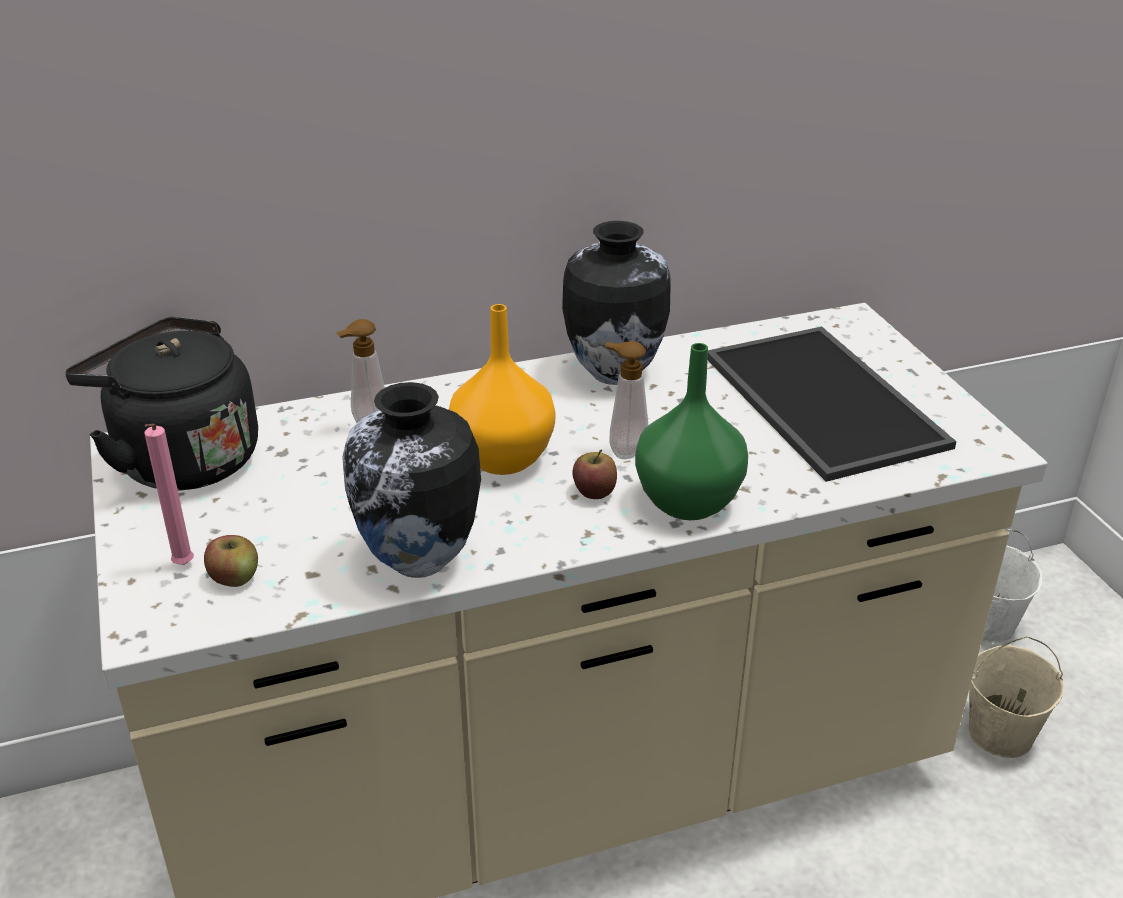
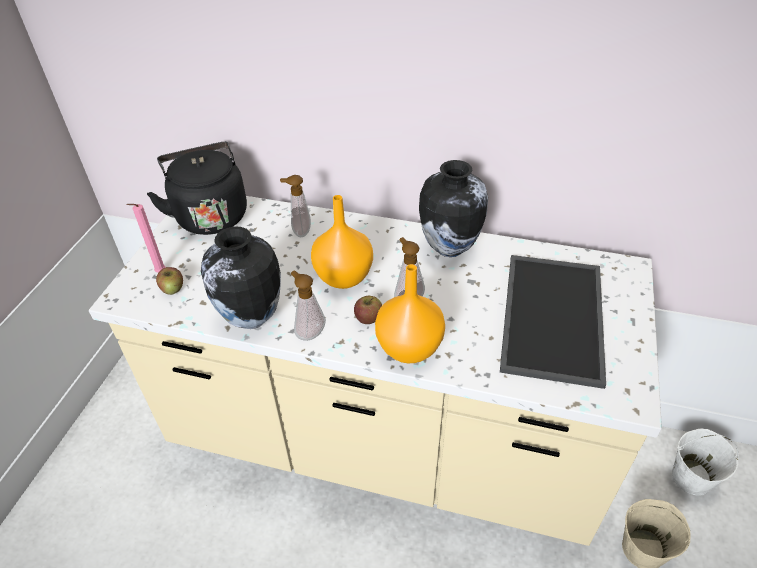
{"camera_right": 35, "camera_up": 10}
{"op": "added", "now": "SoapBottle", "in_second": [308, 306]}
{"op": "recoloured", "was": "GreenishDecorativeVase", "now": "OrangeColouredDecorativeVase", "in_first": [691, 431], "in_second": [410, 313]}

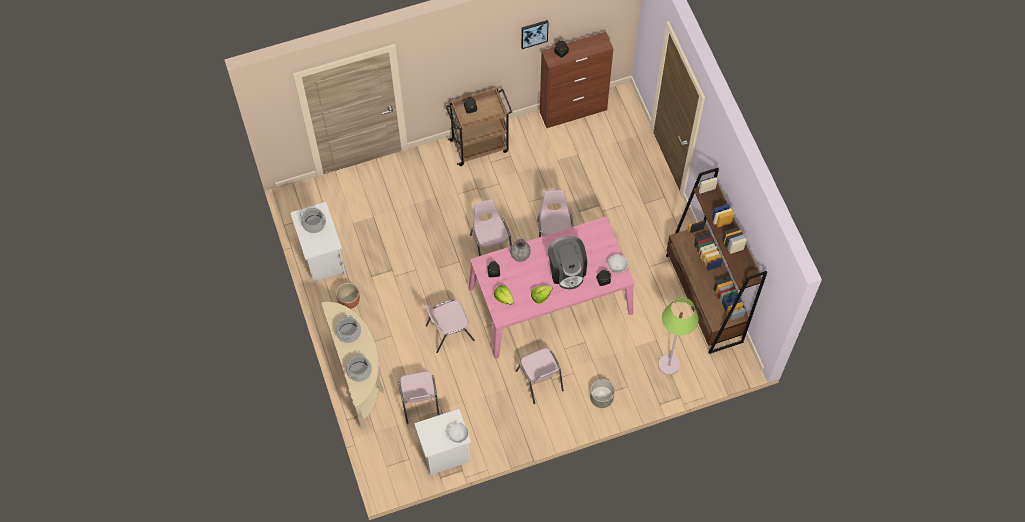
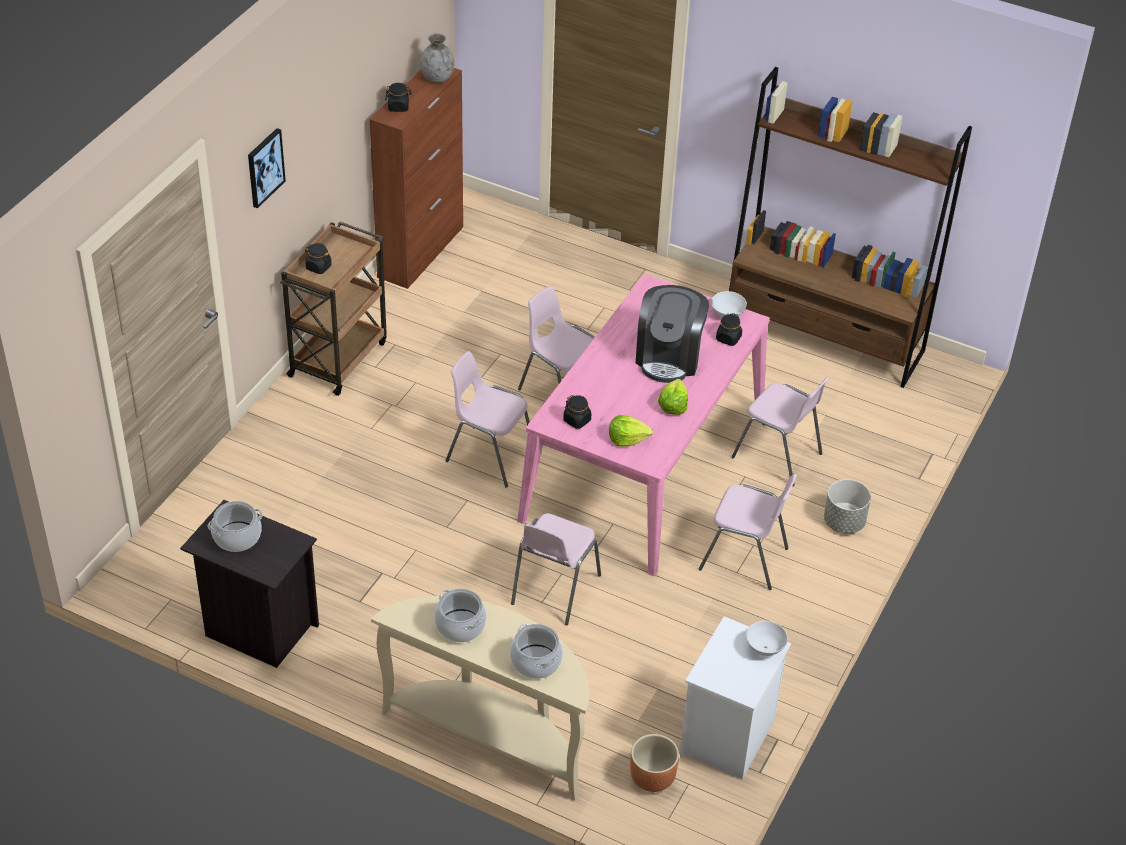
{"camera_right": -45, "camera_up": -20}
{"op": "removed", "was": "GreenishFloorLamp", "in_first": [678, 336]}
{"op": "moved", "was": "BrownFlowerPot", "in_first": [348, 296], "in_second": [654, 763]}
{"op": "moved", "was": "PinkishPlainChair", "in_first": [418, 397], "in_second": [780, 432]}
{"op": "moved", "was": "GreyDecorativeVase", "in_first": [520, 250], "in_second": [437, 58]}
{"op": "moved", "was": "WallPicture", "in_first": [535, 34], "in_second": [267, 168]}
{"op": "recoloured", "was": "WhiteNightstand", "now": "BlackNightstand", "in_first": [318, 242], "in_second": [249, 584]}
{"op": "turned", "was": "CoffeeMachine", "in_first": [567, 262], "in_second": [672, 334], "clockwise": 75}

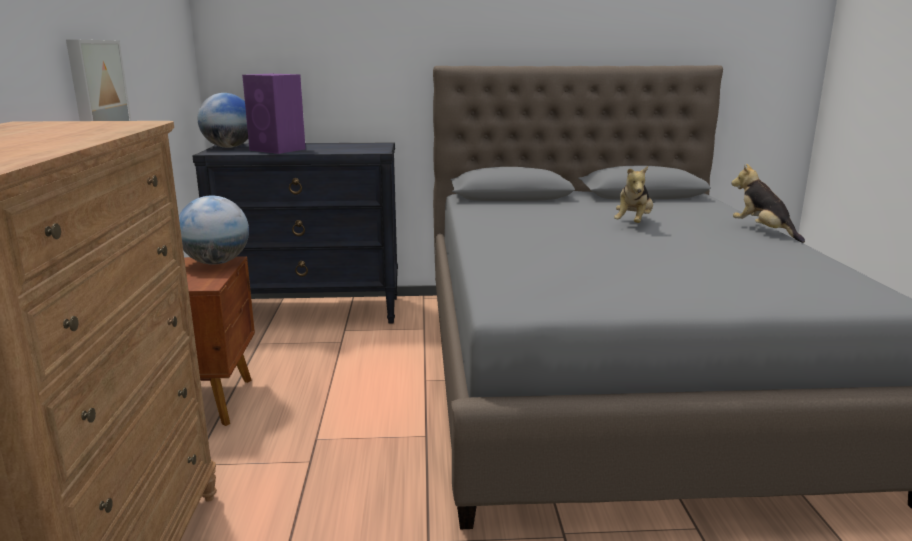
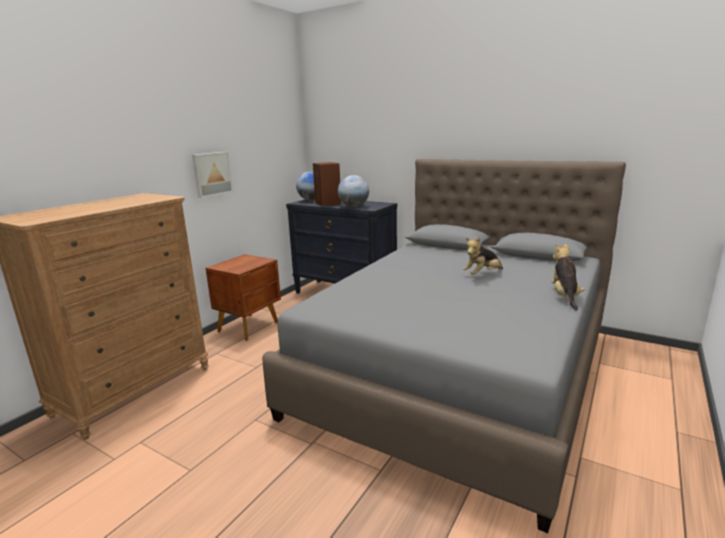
{"camera_right": 35, "camera_up": 0}
{"op": "moved", "was": "Globe", "in_first": [214, 230], "in_second": [353, 191]}
{"op": "recoloured", "was": "PurpleColouredSpeaker", "now": "BrownSpeaker", "in_first": [274, 114], "in_second": [327, 184]}

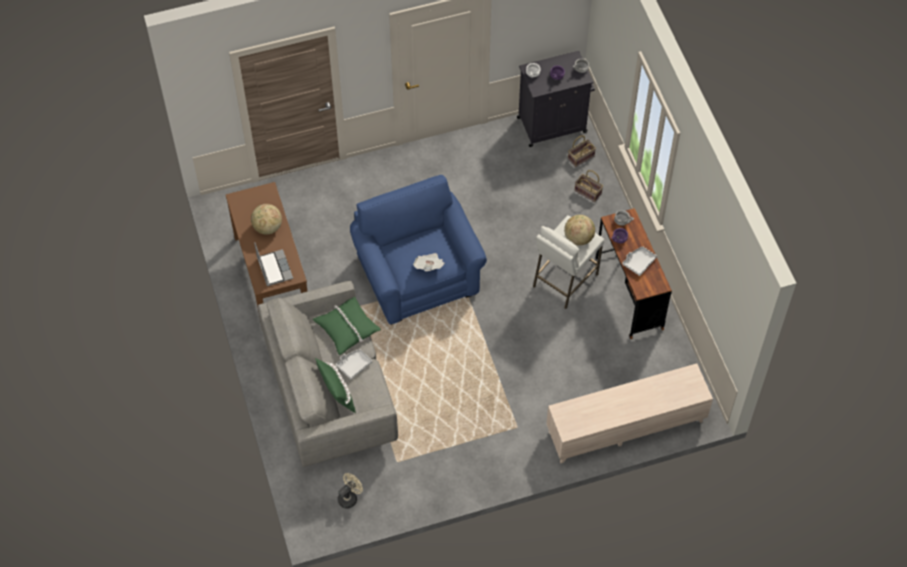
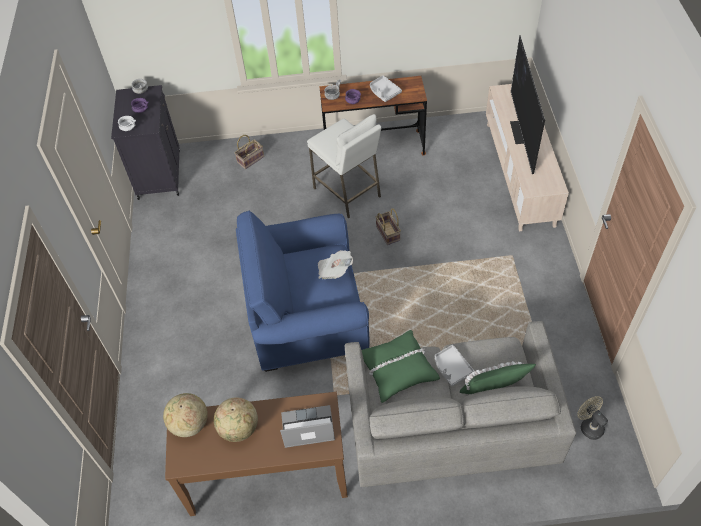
{"camera_right": -75, "camera_up": -5}
{"op": "added", "now": "Television", "in_second": [527, 104]}
{"op": "moved", "was": "Globe", "in_first": [579, 230], "in_second": [185, 415]}
{"op": "moved", "was": "HouseholdBasket", "in_first": [582, 151], "in_second": [388, 226]}

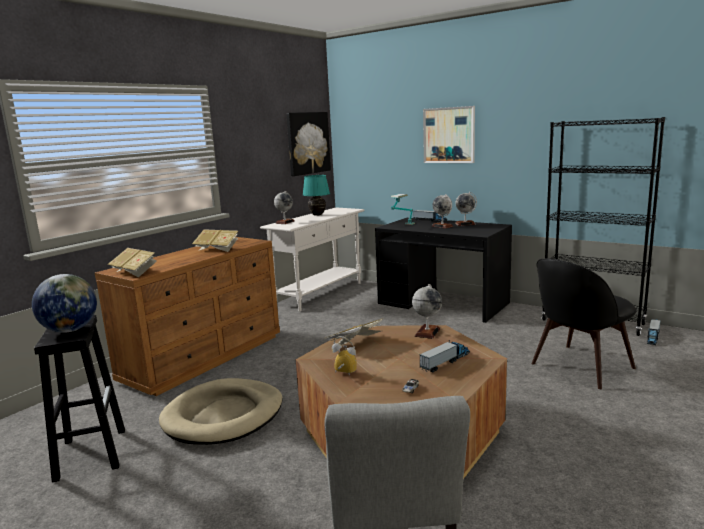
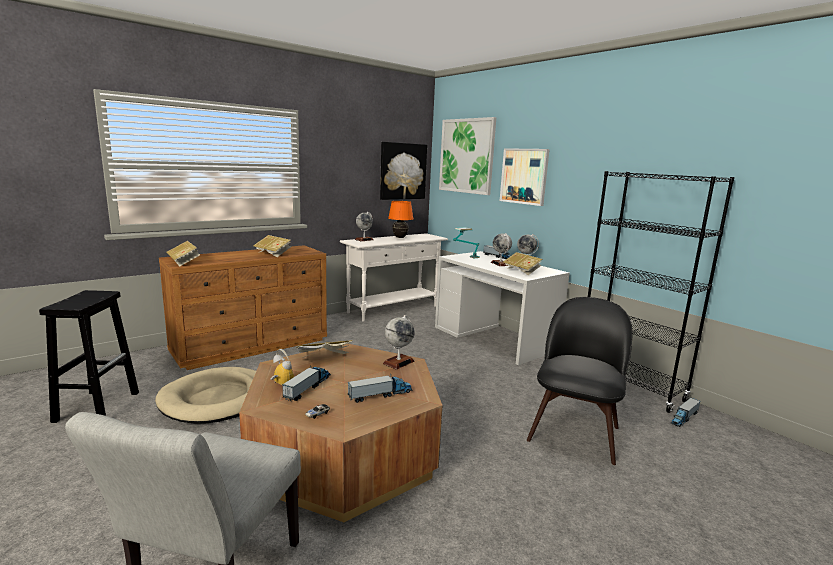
{"camera_right": 15, "camera_up": 0}
{"op": "removed", "was": "Globe", "in_first": [64, 303]}
{"op": "added", "now": "ModelTruck", "in_second": [306, 383]}
{"op": "added", "now": "WallPicture", "in_second": [467, 156]}
{"op": "added", "now": "Volume", "in_second": [522, 263]}
{"op": "recoloured", "was": "BlueGreenTabletopLamp", "now": "OrangeColouredTabletopLamp", "in_first": [316, 195], "in_second": [400, 219]}
{"op": "recoloured", "was": "BlackDeskTable", "now": "WhiteDeskTable", "in_first": [443, 270], "in_second": [502, 308]}
{"op": "turned", "was": "BlackPlainChair", "in_first": [584, 323], "in_second": [579, 381], "clockwise": 135}

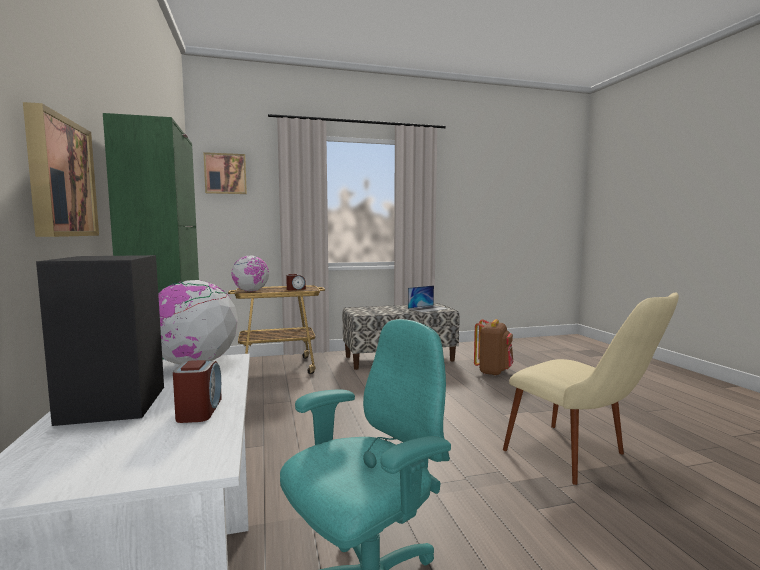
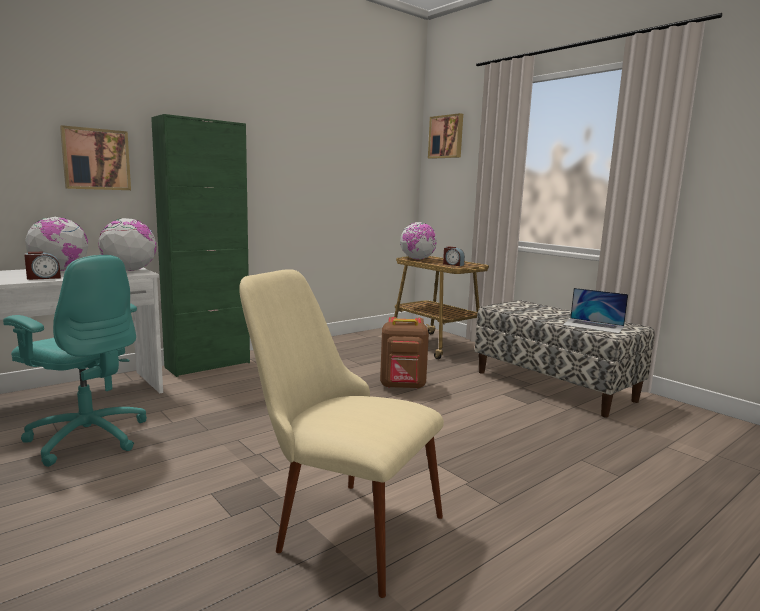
{"camera_right": 65, "camera_up": 5}
{"op": "moved", "was": "BrownBackpack", "in_first": [493, 347], "in_second": [404, 353]}
{"op": "replaced", "was": "BlackSpeaker", "now": "Globe", "in_first": [100, 340], "in_second": [56, 244]}
{"op": "turned", "was": "SandColouredPlainChair", "in_first": [591, 389], "in_second": [341, 433], "clockwise": 90}

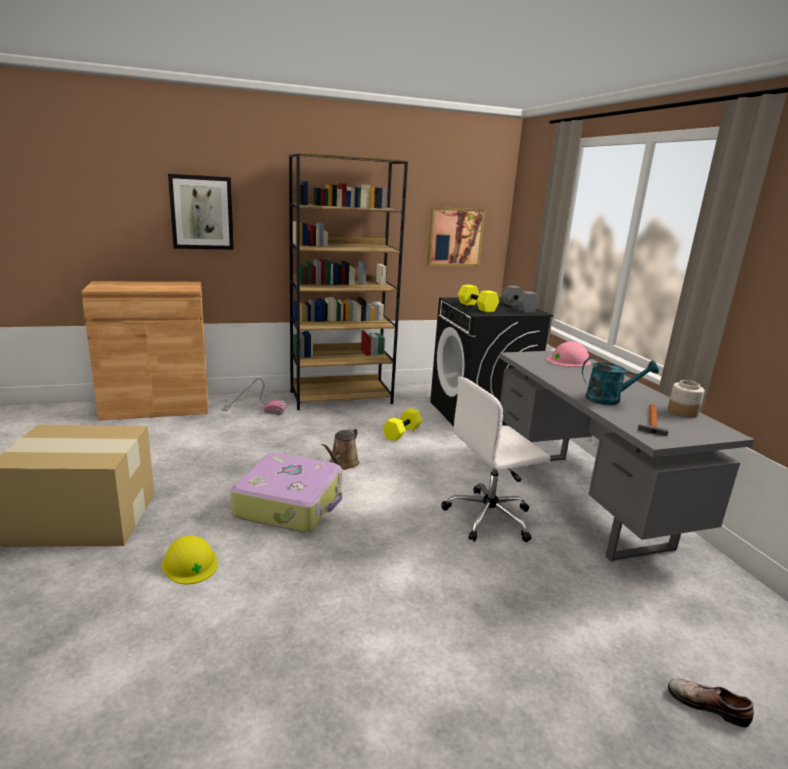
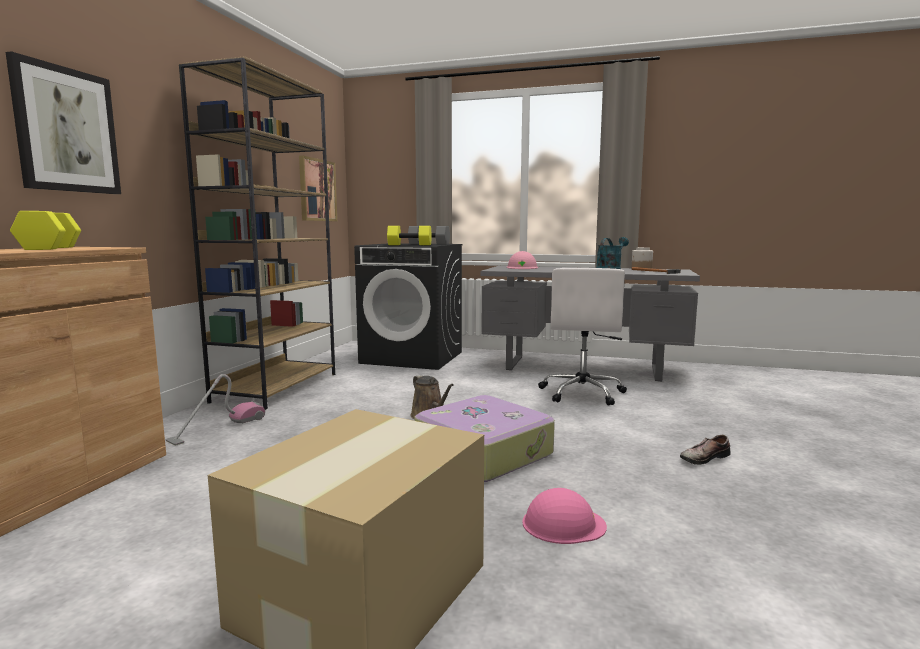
{"camera_right": -55, "camera_up": -10}
{"op": "moved", "was": "YellowFreeWeight", "in_first": [402, 424], "in_second": [45, 230]}
{"op": "moved", "was": "Shoe", "in_first": [711, 703], "in_second": [705, 450]}
{"op": "recoloured", "was": "YellowSafetyHelmet", "now": "PinkishSafetyHelmet", "in_first": [190, 559], "in_second": [564, 516]}

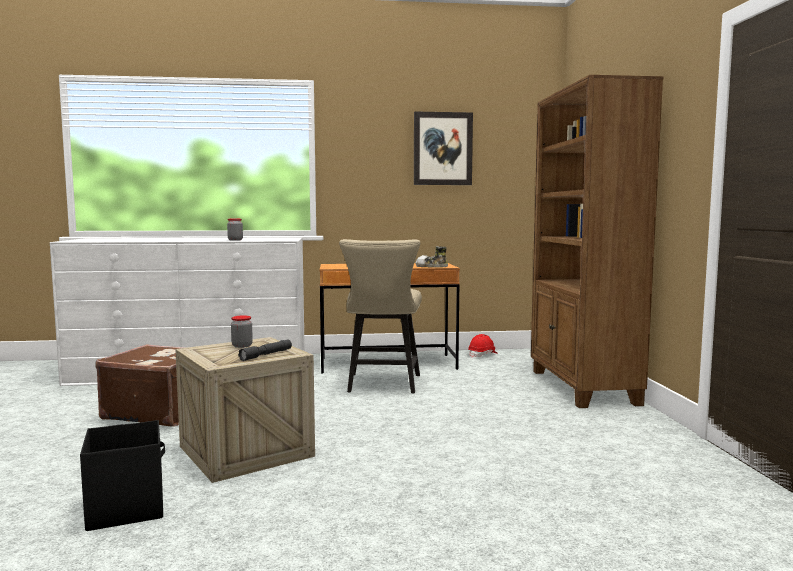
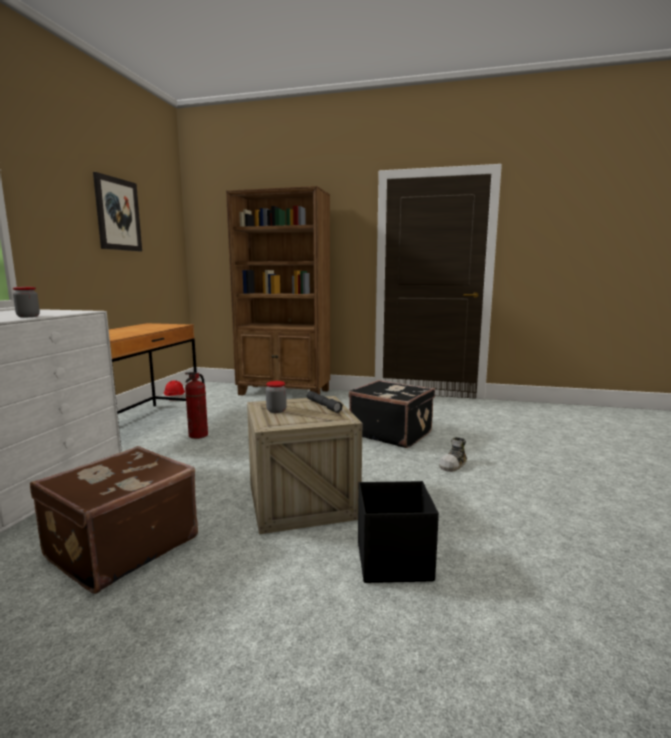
{"camera_right": -70, "camera_up": 5}
{"op": "added", "now": "BlackTravelCase", "in_second": [392, 414]}
{"op": "moved", "was": "Shoe", "in_first": [432, 257], "in_second": [453, 454]}
{"op": "replaced", "was": "SandColouredPlainChair", "now": "Extinguisher", "in_first": [380, 316], "in_second": [196, 405]}

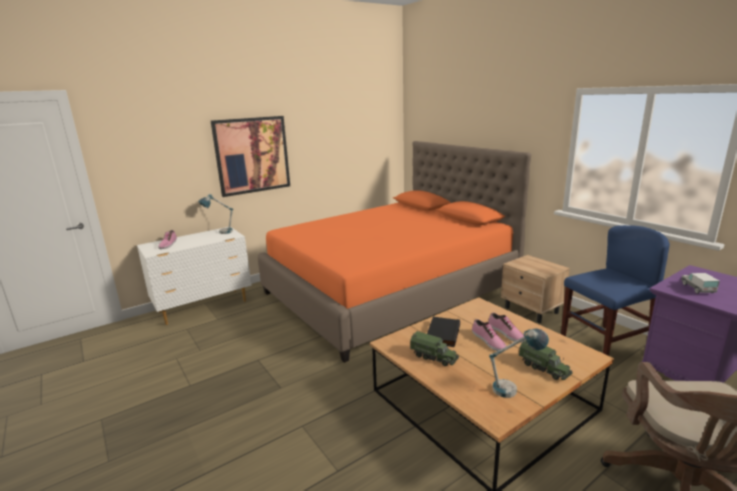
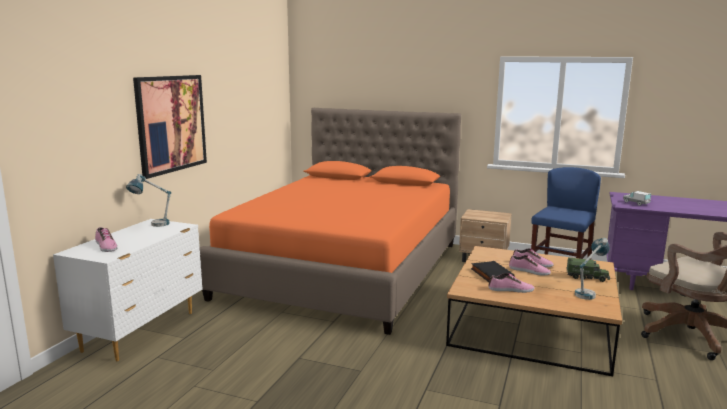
{"camera_right": -35, "camera_up": -5}
{"op": "replaced", "was": "ModelTruck", "now": "Shoe", "in_first": [434, 348], "in_second": [511, 283]}

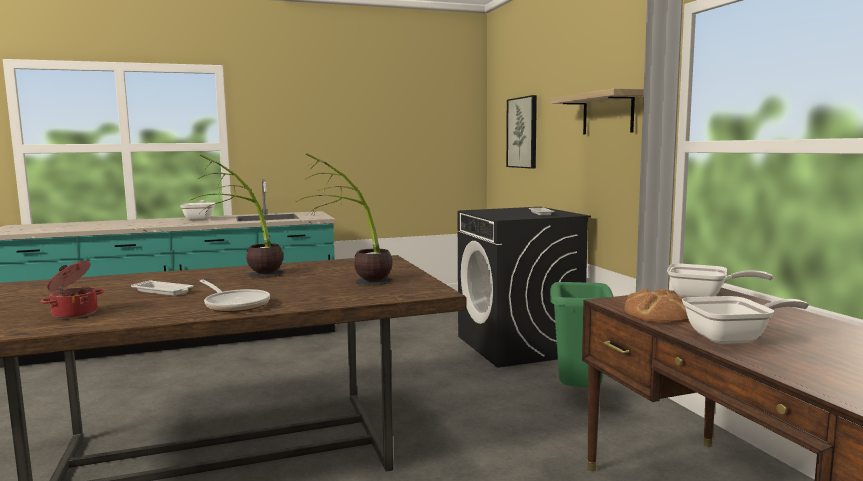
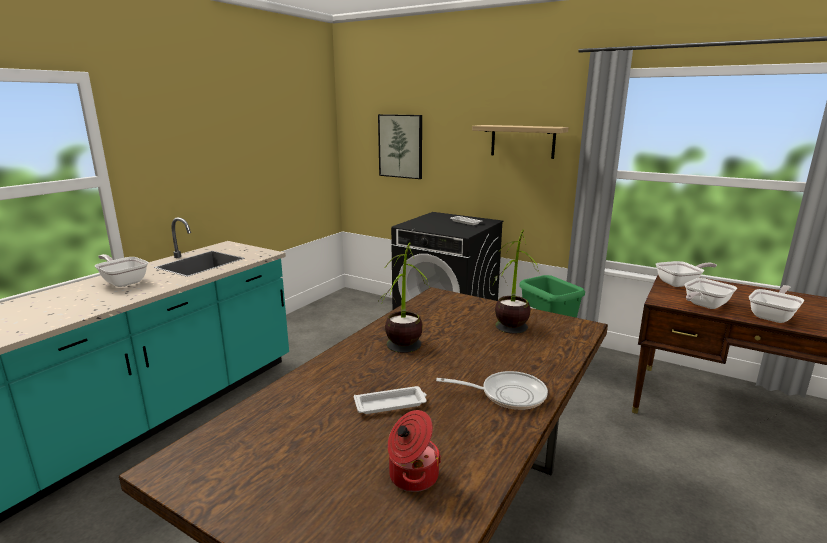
{"camera_right": -40, "camera_up": 10}
{"op": "replaced", "was": "BakedBread", "now": "Skillet", "in_first": [656, 306], "in_second": [710, 293]}

